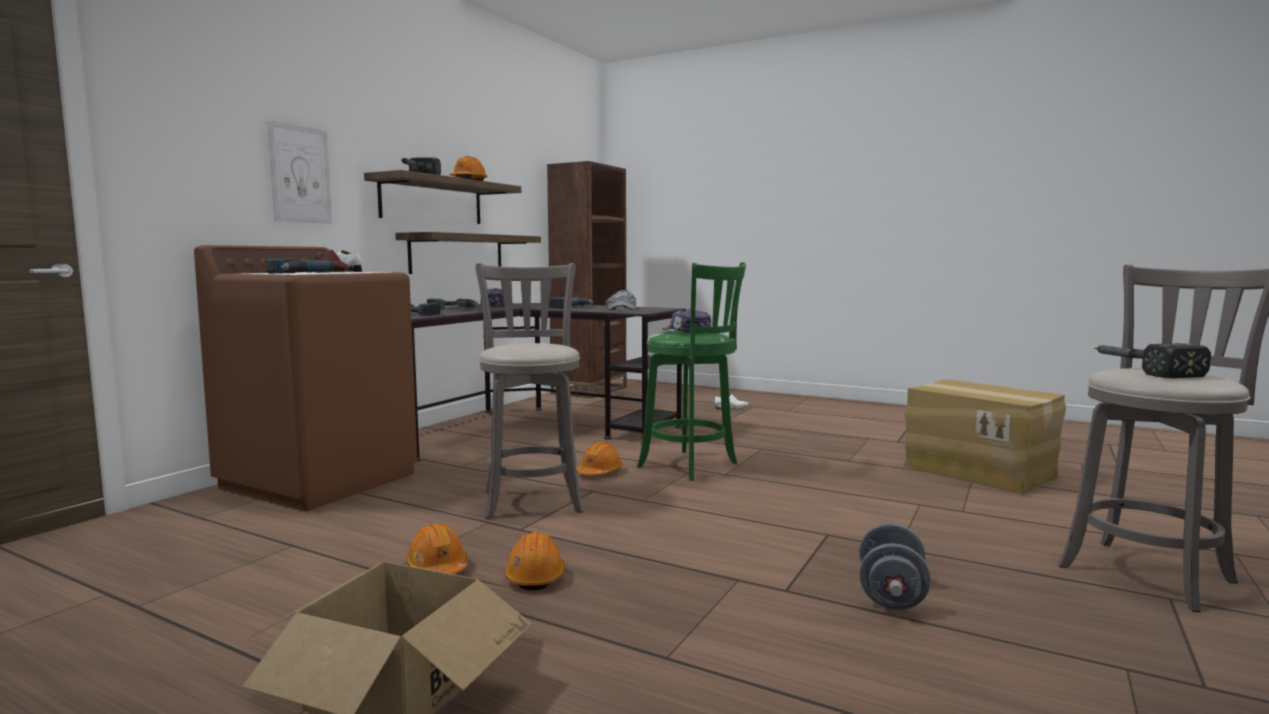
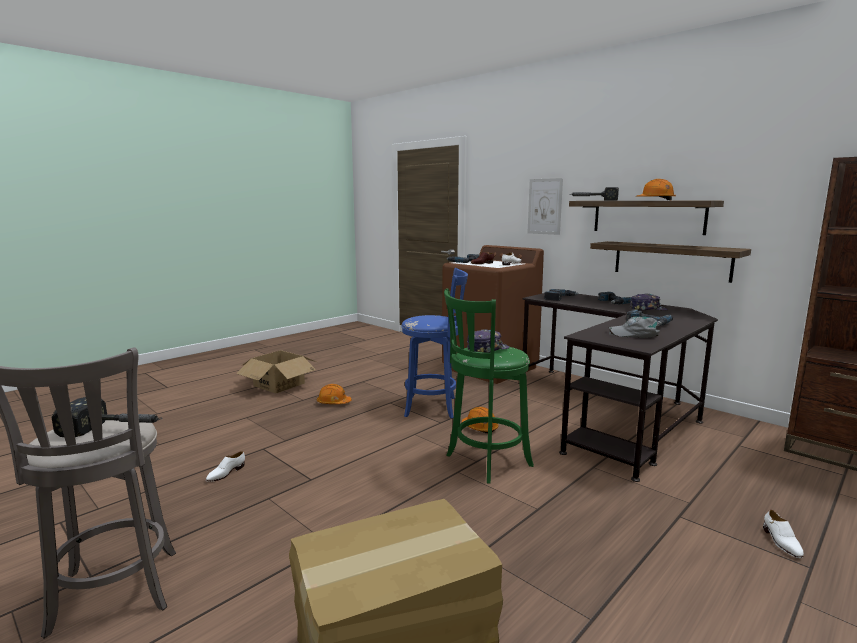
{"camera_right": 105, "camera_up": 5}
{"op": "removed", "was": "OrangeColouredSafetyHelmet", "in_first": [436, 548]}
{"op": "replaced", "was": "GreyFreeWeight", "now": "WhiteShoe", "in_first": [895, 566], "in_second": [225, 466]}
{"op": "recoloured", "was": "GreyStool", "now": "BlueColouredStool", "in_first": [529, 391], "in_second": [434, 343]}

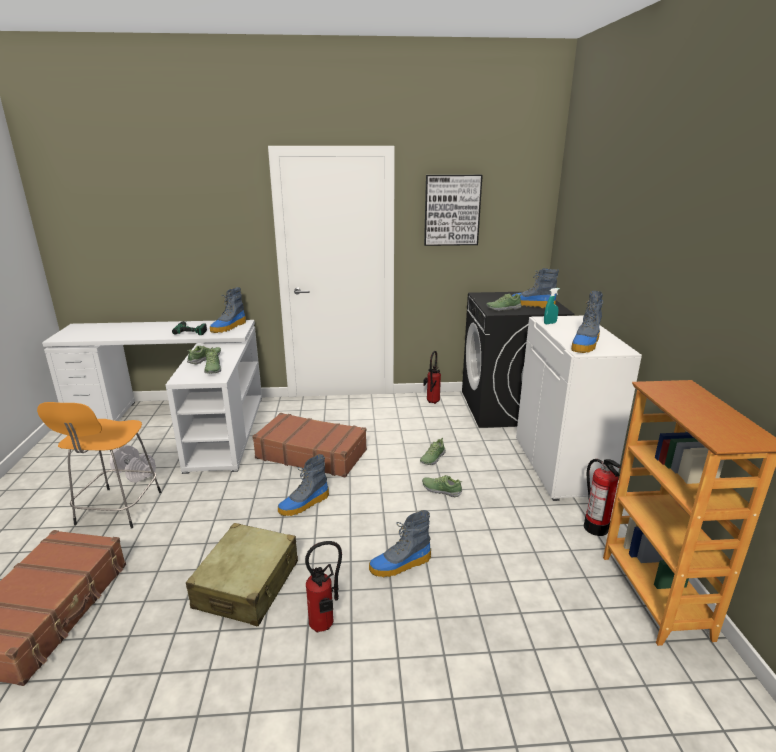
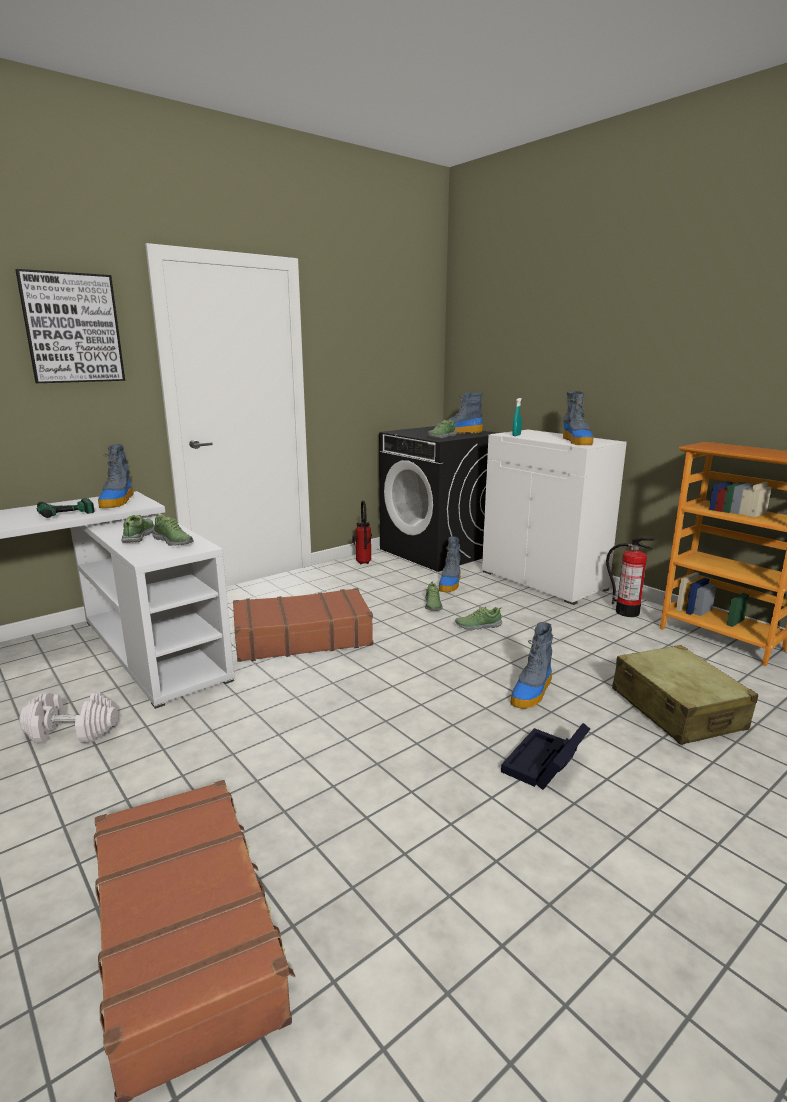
{"camera_right": -35, "camera_up": -5}
{"op": "removed", "was": "OrangeColouredStool", "in_first": [99, 465]}
{"op": "moved", "was": "SandColouredTravelCase", "in_first": [242, 574], "in_second": [685, 695]}
{"op": "moved", "was": "TallBoot", "in_first": [303, 485], "in_second": [450, 564]}
{"op": "moved", "was": "WallPicture", "in_first": [453, 210], "in_second": [70, 326]}
{"op": "replaced", "was": "Extinguisher", "now": "BlackStorageBox", "in_first": [323, 587], "in_second": [545, 756]}

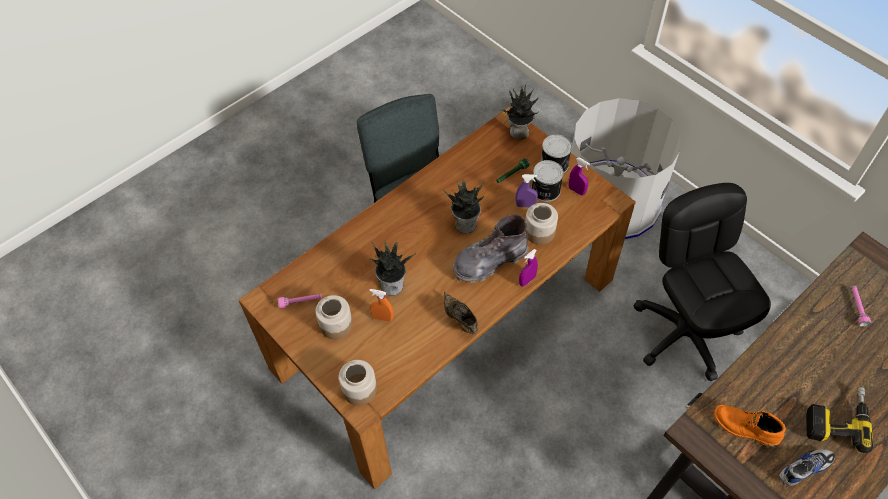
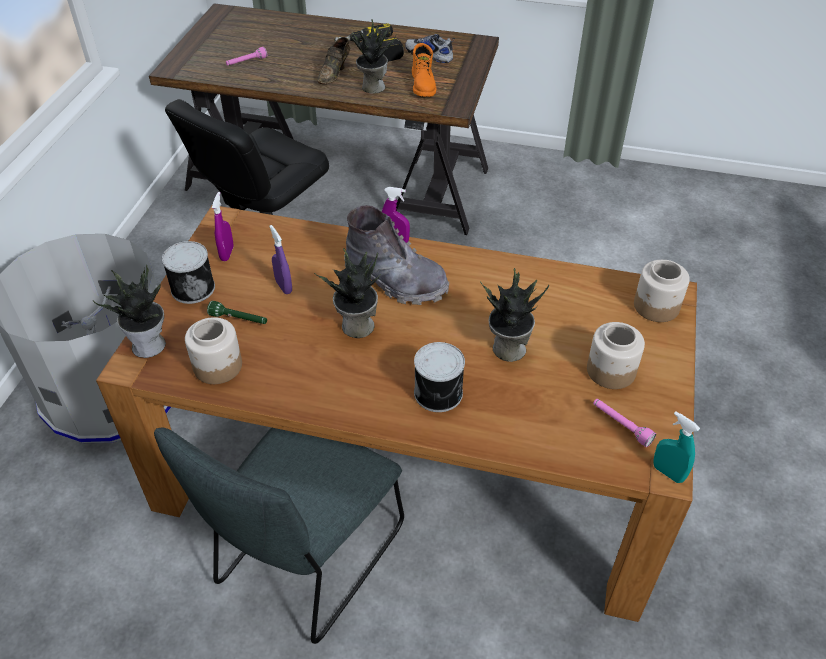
{"camera_right": -125, "camera_up": -10}
{"op": "removed", "was": "OrangeColouredSprayer", "in_first": [381, 305]}
{"op": "added", "now": "PlantInAPot", "in_second": [373, 57]}
{"op": "added", "now": "BlueGreenSprayer", "in_second": [676, 447]}
{"op": "moved", "was": "BrownShoe", "in_first": [461, 313], "in_second": [334, 60]}
{"op": "moved", "was": "Jar", "in_first": [541, 224], "in_second": [213, 350]}
{"op": "moved", "was": "Can", "in_first": [547, 181], "in_second": [439, 377]}

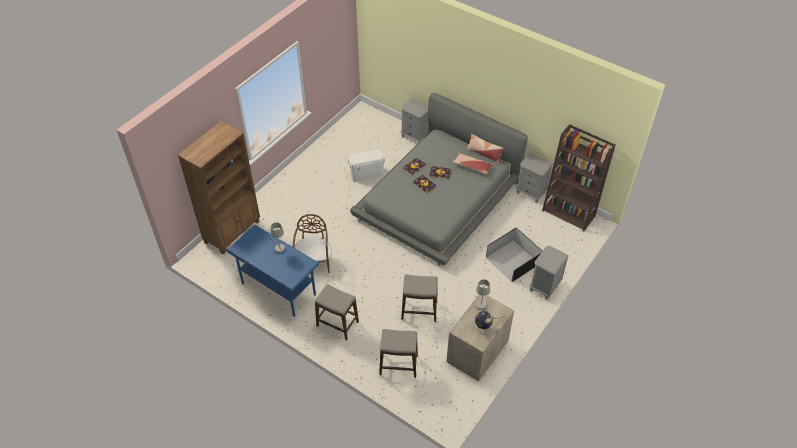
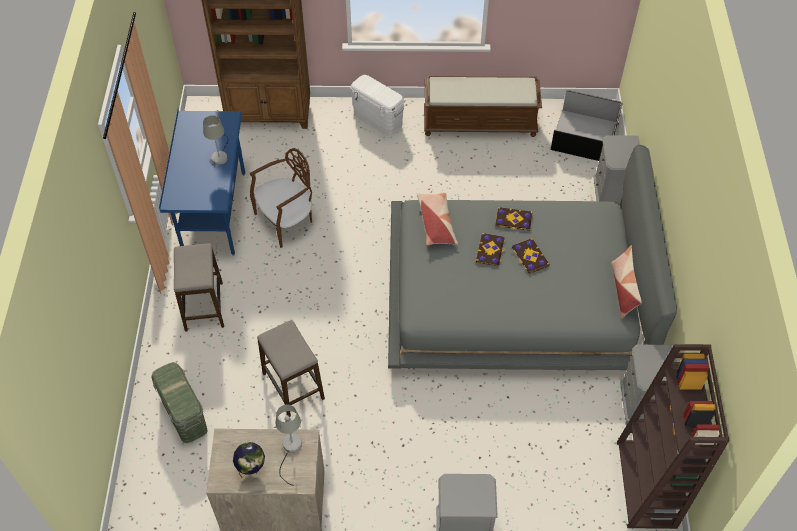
{"camera_right": 55, "camera_up": 5}
{"op": "added", "now": "BrownLongSeat", "in_second": [483, 106]}
{"op": "moved", "was": "WhiteStorageBox", "in_first": [366, 166], "in_second": [378, 105]}
{"op": "moved", "was": "Pillow", "in_first": [473, 163], "in_second": [437, 219]}
{"op": "moved", "was": "BlackStorageBox", "in_first": [514, 254], "in_second": [586, 125]}
{"op": "replaced", "was": "Stool", "now": "GreenishStorageBox", "in_first": [398, 353], "in_second": [179, 402]}

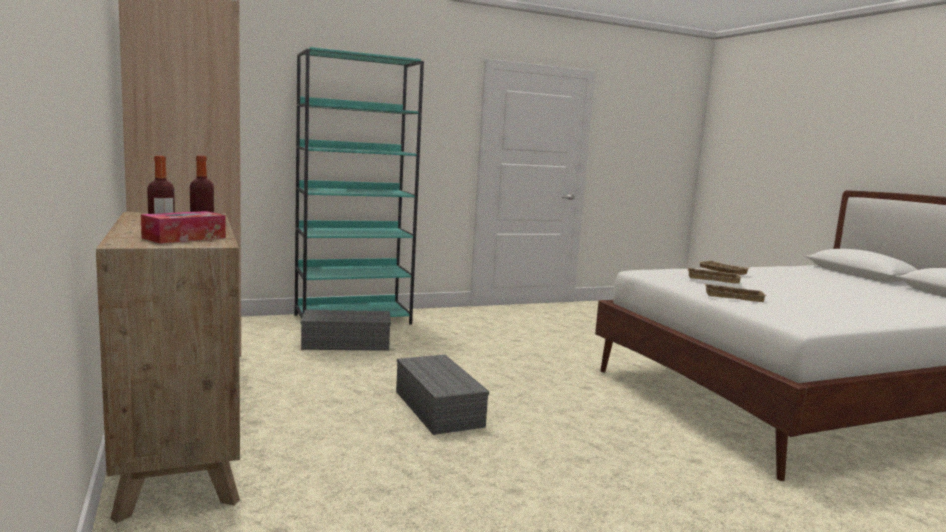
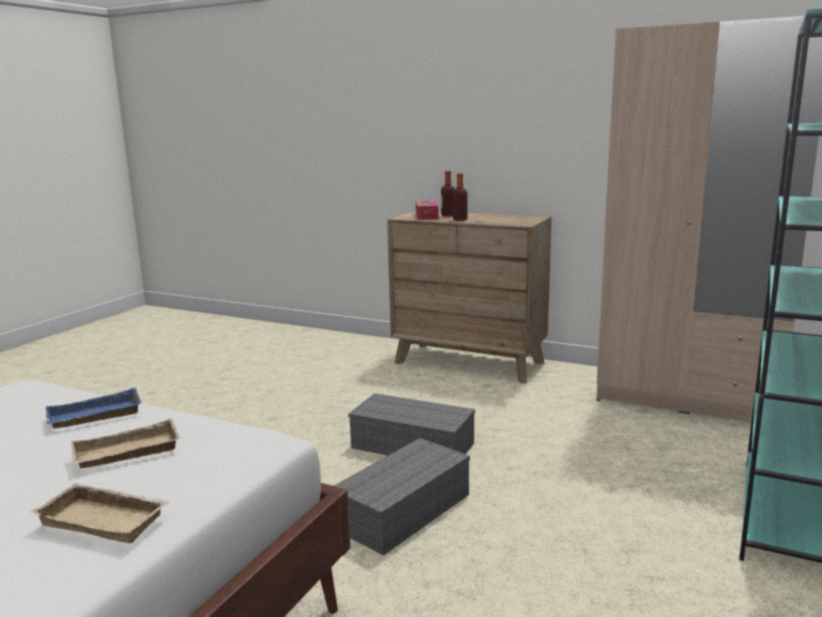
{"camera_right": 140, "camera_up": 5}
{"op": "moved", "was": "GreyStorageBox", "in_first": [346, 330], "in_second": [402, 496]}
{"op": "recoloured", "was": "SandColouredServingTray", "now": "BlueColouredServingTray", "in_first": [735, 292], "in_second": [93, 408]}

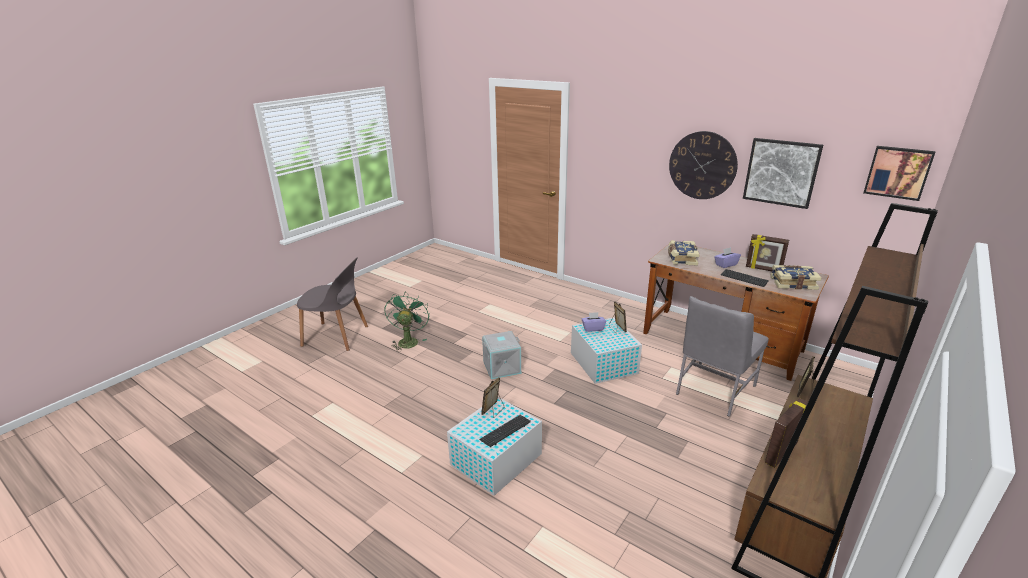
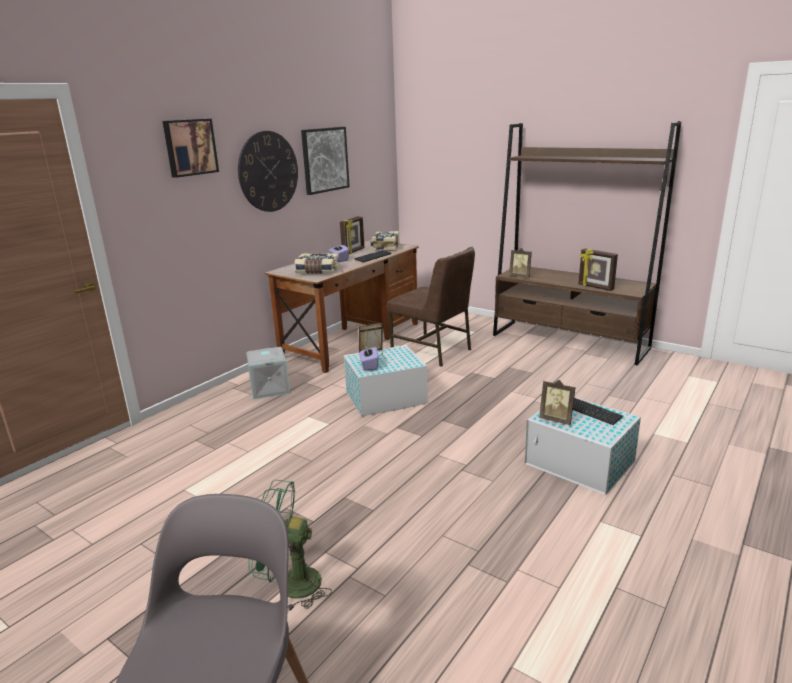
{"camera_right": -90, "camera_up": -5}
{"op": "moved", "was": "GreyStorageBox", "in_first": [501, 355], "in_second": [268, 373]}
{"op": "moved", "was": "WallPicture", "in_first": [900, 173], "in_second": [191, 148]}
{"op": "recoloured", "was": "GreyPlainChair", "now": "BrownPlainChair", "in_first": [722, 356], "in_second": [431, 307]}

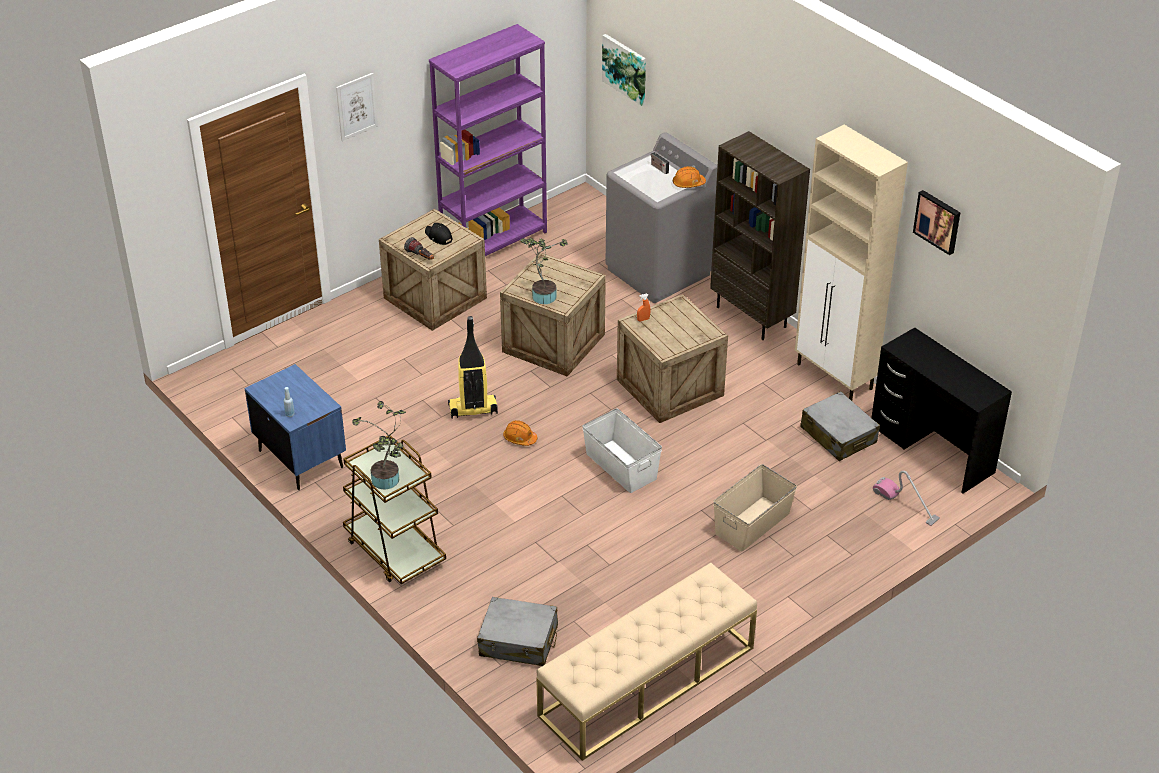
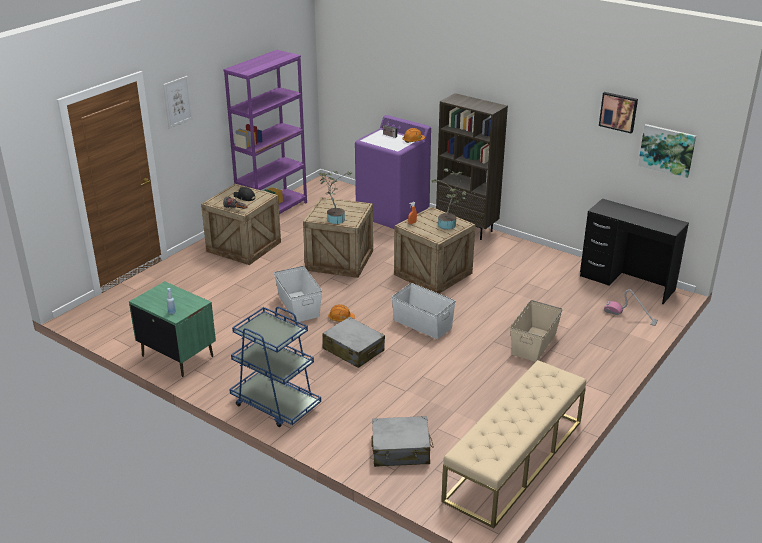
{"camera_right": -15, "camera_up": -10}
{"op": "removed", "was": "SandColouredCabinet", "in_first": [851, 263]}
{"op": "moved", "was": "PlantInAPot", "in_first": [379, 445], "in_second": [449, 199]}
{"op": "moved", "was": "WallPicture", "in_first": [624, 70], "in_second": [667, 151]}
{"op": "moved", "was": "GreyTravelCase", "in_first": [840, 426], "in_second": [353, 342]}
{"op": "replaced", "was": "Hoover", "now": "WhiteStorageBox", "in_first": [473, 367], "in_second": [298, 294]}
{"op": "recoloured", "was": "BlueColouredNightstand", "now": "GreenishNightstand", "in_first": [295, 427], "in_second": [172, 329]}
{"op": "recoloured", "was": "BrownTrolley", "now": "BlueColouredTrolley", "in_first": [394, 509], "in_second": [275, 367]}
{"op": "recoloured", "was": "GreyLaundryMachine", "now": "PurpleColouredLaundryMachine", "in_first": [661, 217], "in_second": [393, 172]}

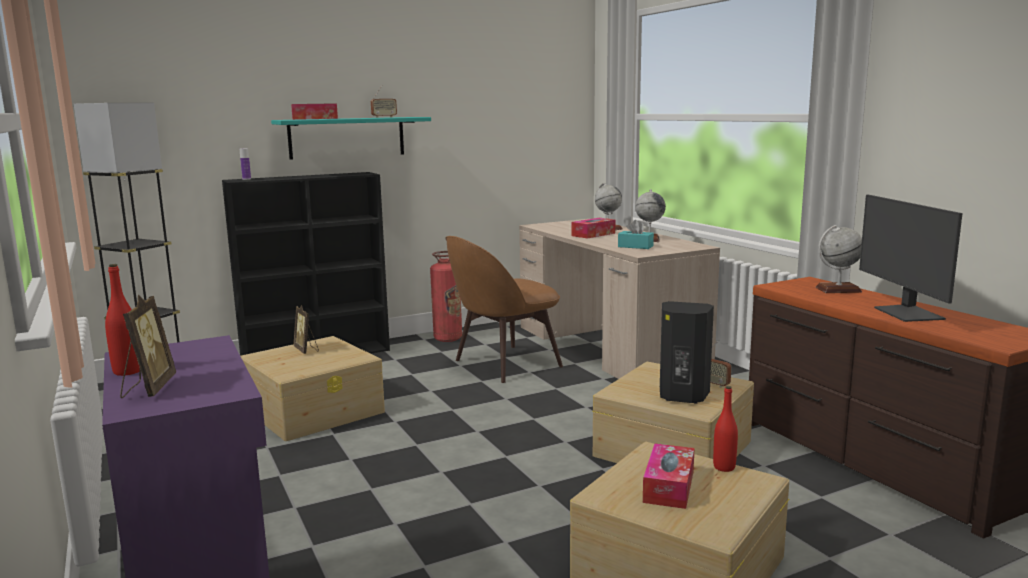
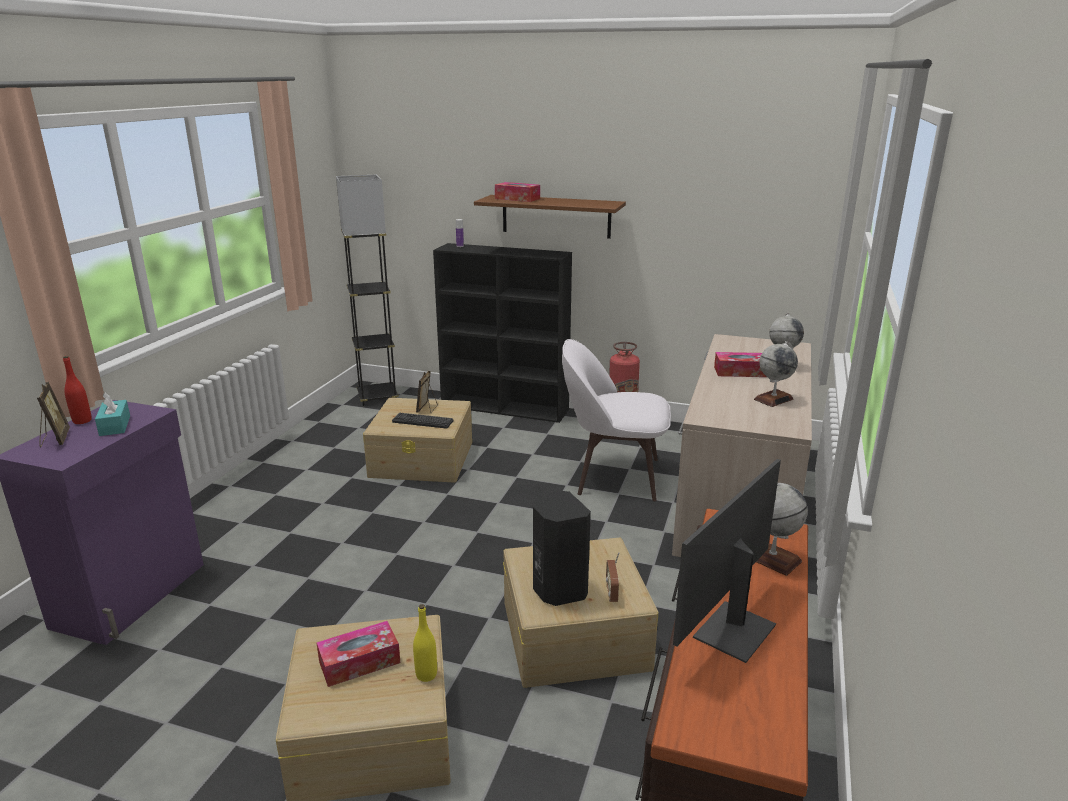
{"camera_right": 45, "camera_up": 10}
{"op": "removed", "was": "RadioSet", "in_first": [384, 101]}
{"op": "added", "now": "Keyboard", "in_second": [422, 421]}
{"op": "moved", "was": "BlueGreenTissueHolder", "in_first": [636, 234], "in_second": [112, 414]}
{"op": "recoloured", "was": "BlueGreenShelf", "now": "BrownShelf", "in_first": [351, 138], "in_second": [550, 217]}
{"op": "recoloured", "was": "BrownPlainChair", "now": "WhitePlainChair", "in_first": [504, 309], "in_second": [616, 420]}
{"op": "recoloured", "was": "RedColouredBeverageBottle", "now": "YellowBeverageBottle", "in_first": [725, 429], "in_second": [425, 643]}
{"op": "turned", "was": "StandingFrame", "in_first": [148, 346], "in_second": [53, 415], "clockwise": -60}

